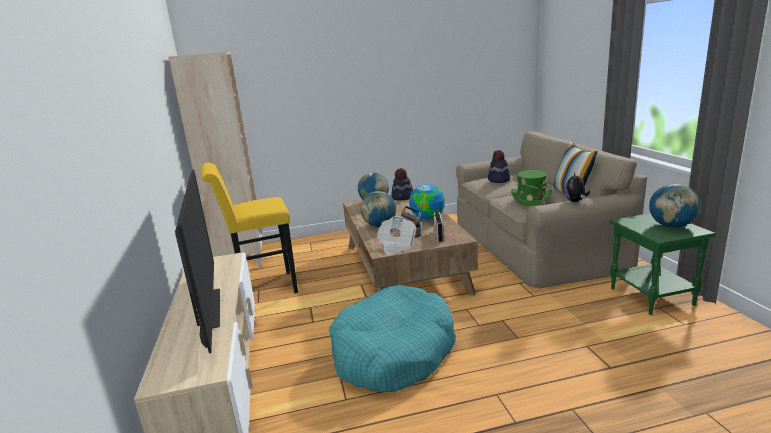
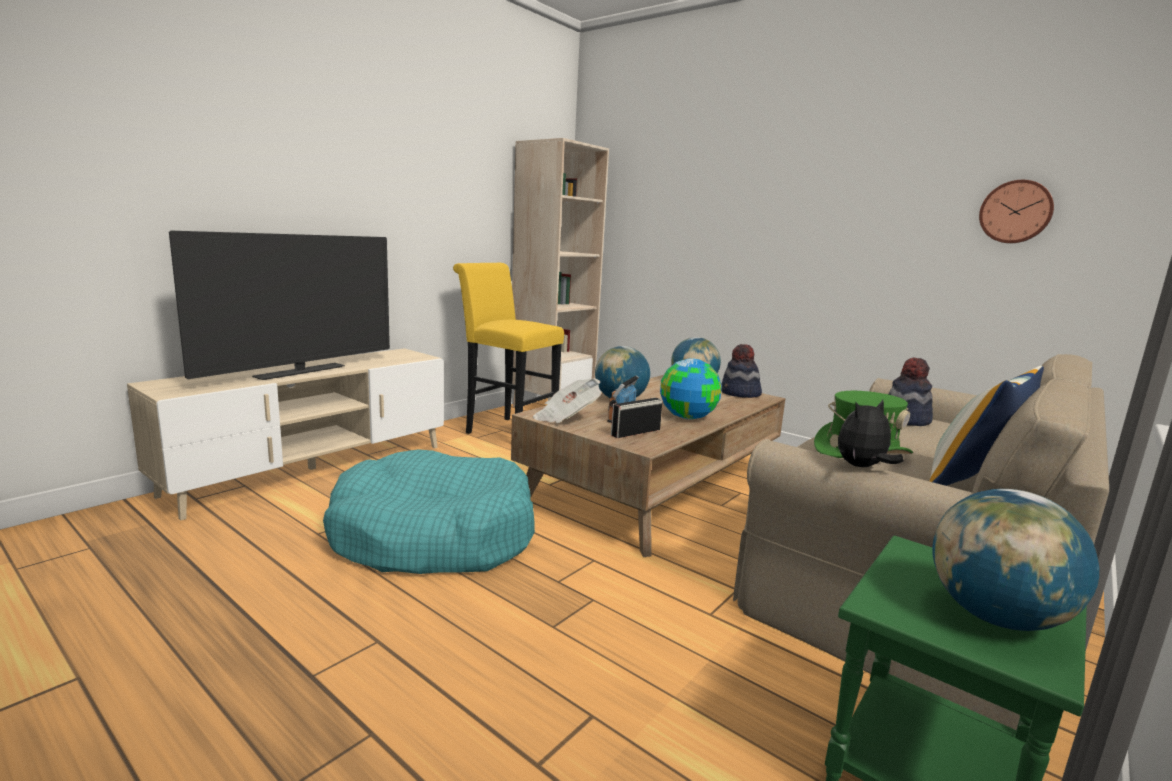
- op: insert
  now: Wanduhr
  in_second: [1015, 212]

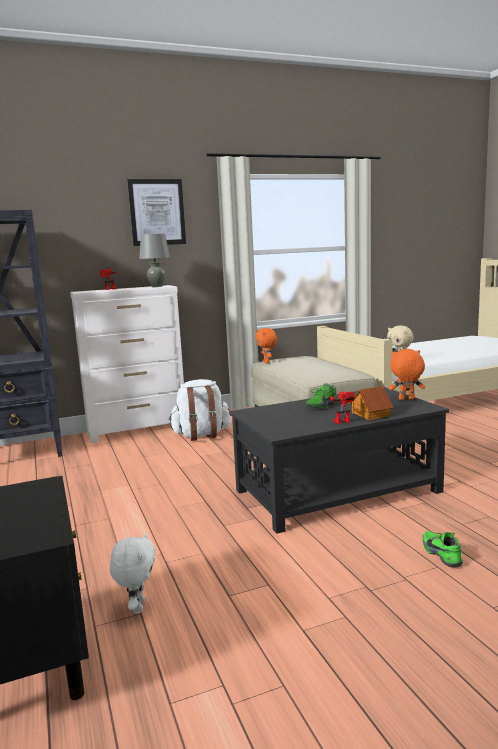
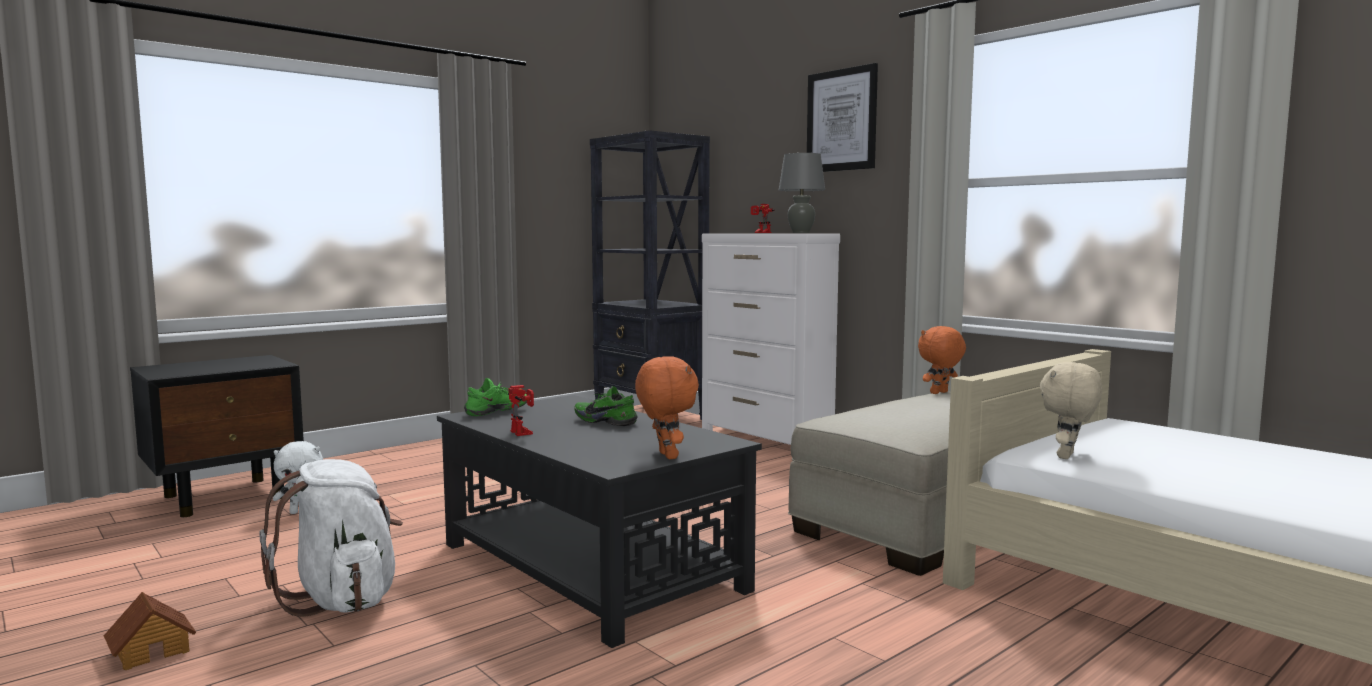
- op: move
  was: Rucksack/weiß
  in_first: [201, 435]
  in_second: [342, 599]
- op: move
  was: Spielzeughaus
  in_first: [370, 414]
  in_second: [152, 650]
- op: move
  was: Schuh/grün
  in_first: [443, 554]
  in_second: [498, 412]

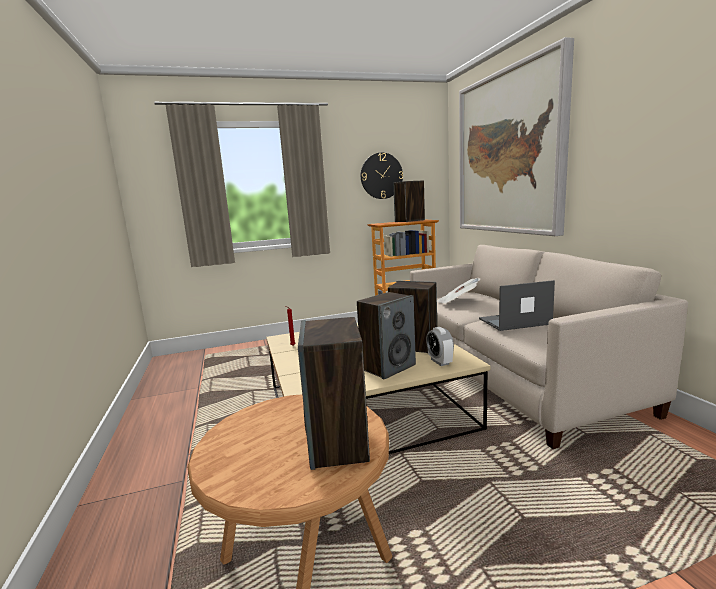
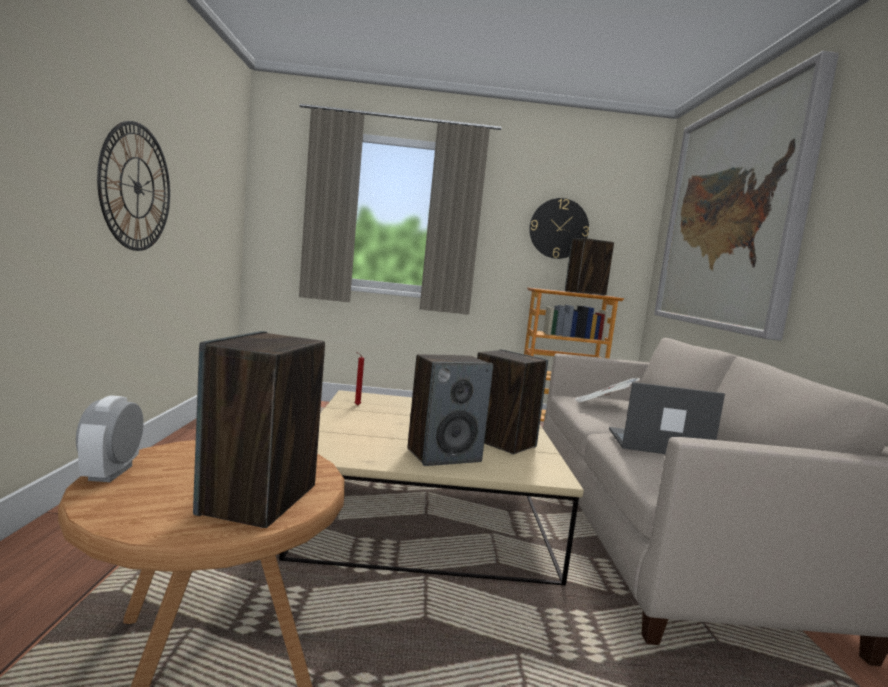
- op: move
  was: Wecker
  in_first: [440, 362]
  in_second: [111, 473]
- op: insert
  now: Wanduhr
  in_second: [137, 188]

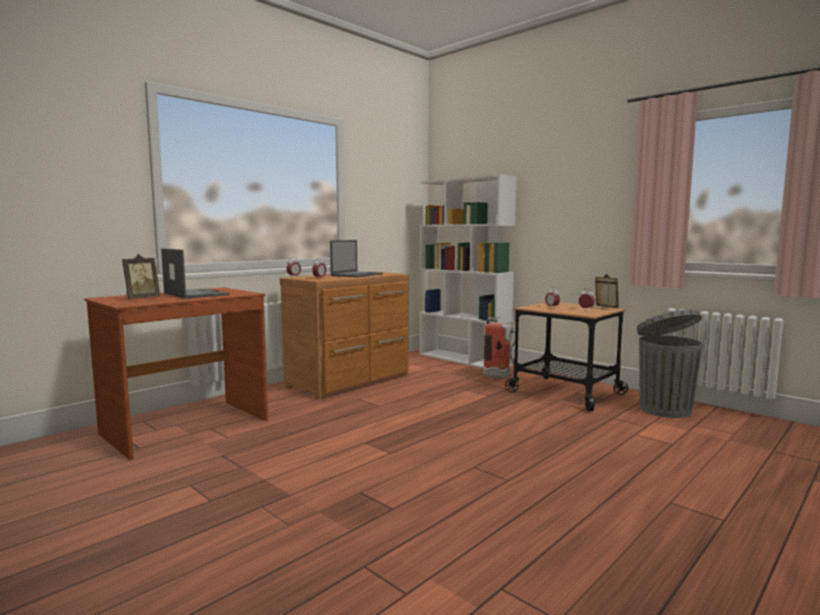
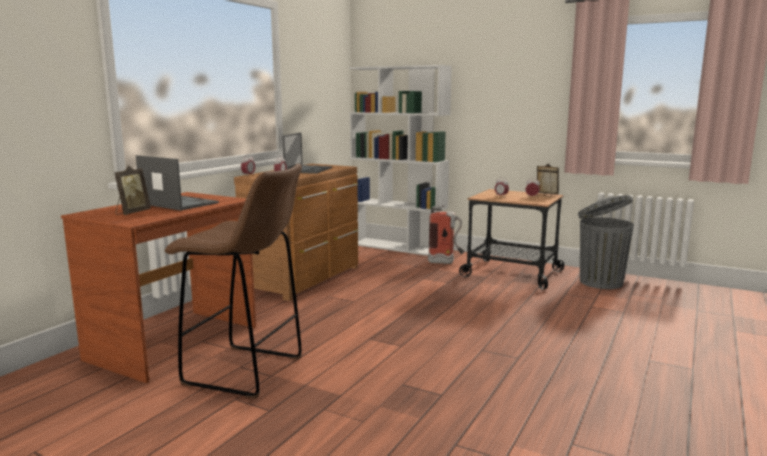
- op: insert
  now: Hocker/braun
  in_second: [247, 371]

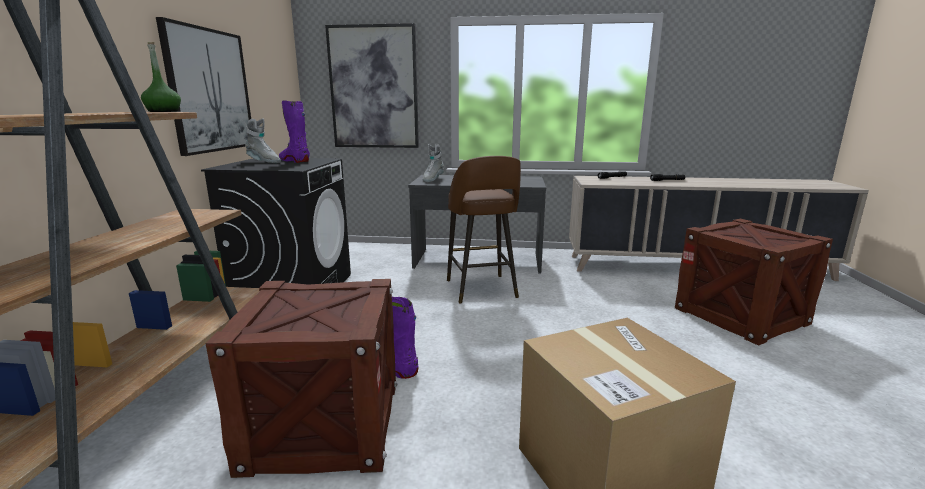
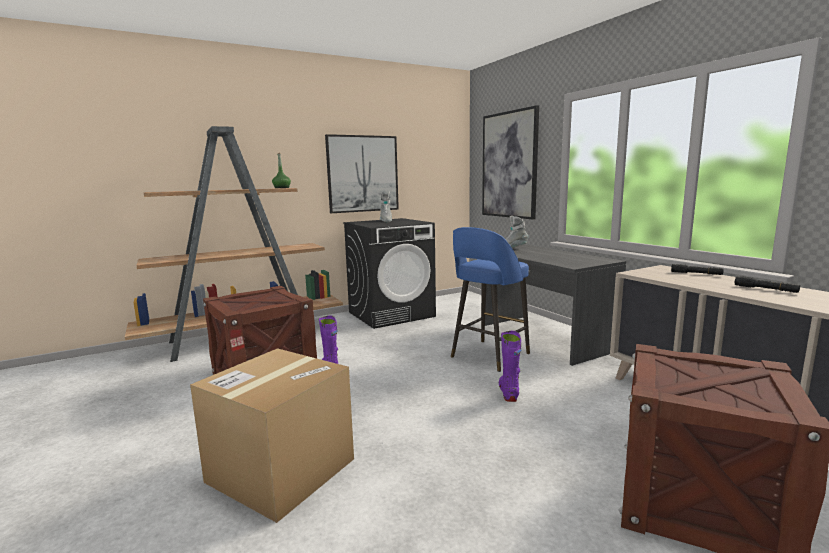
- op: move
  was: Stiefel/lila
  in_first: [294, 161]
  in_second: [508, 392]
- op: recolor
  was: Hocker/braun
  now: Hocker/blau
  in_first: [481, 290]
  in_second: [488, 356]

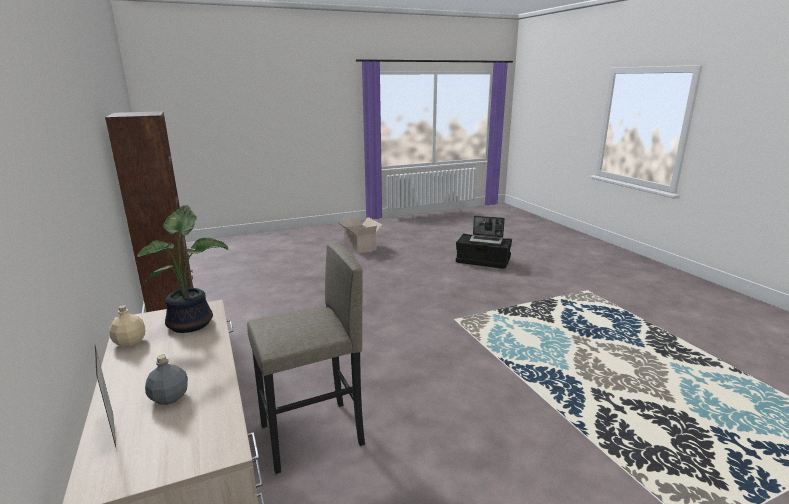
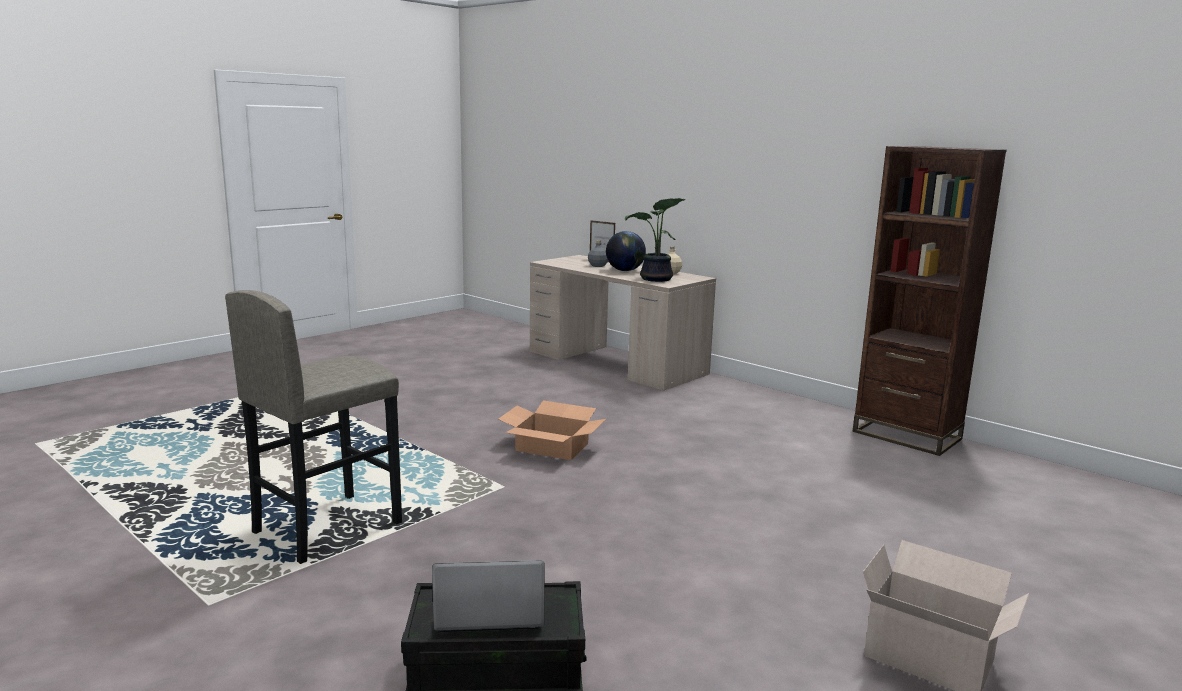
- op: move
  was: Hocker/grau
  in_first: [312, 435]
  in_second: [326, 528]
- op: insert
  now: Globus
  in_second: [625, 270]
- op: insert
  now: Karton
  in_second: [552, 447]

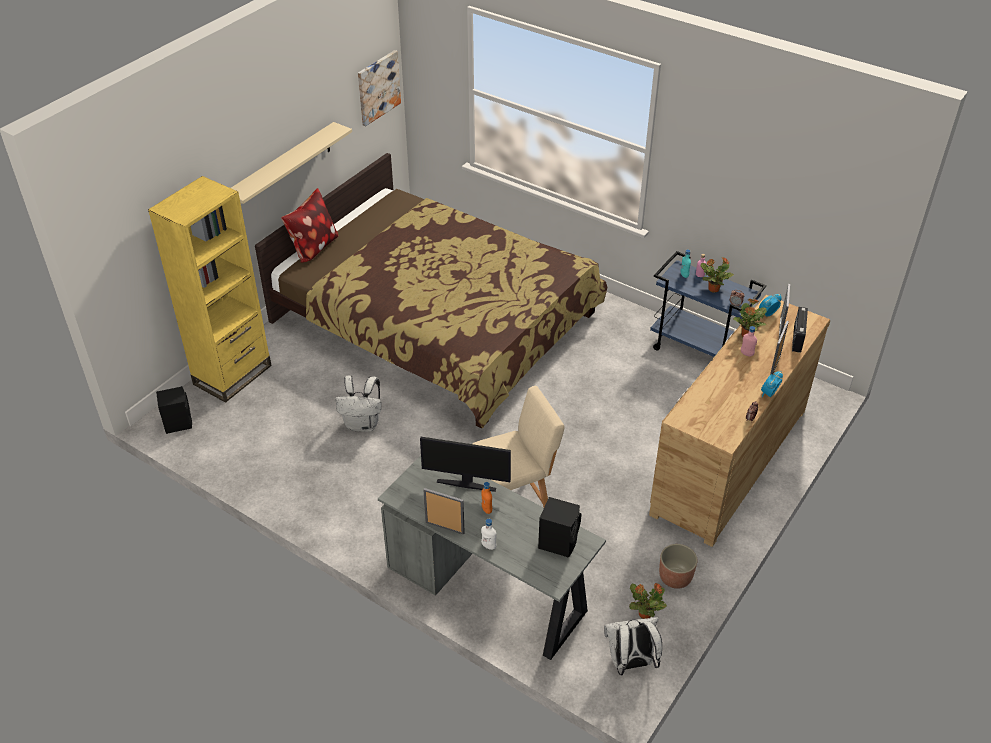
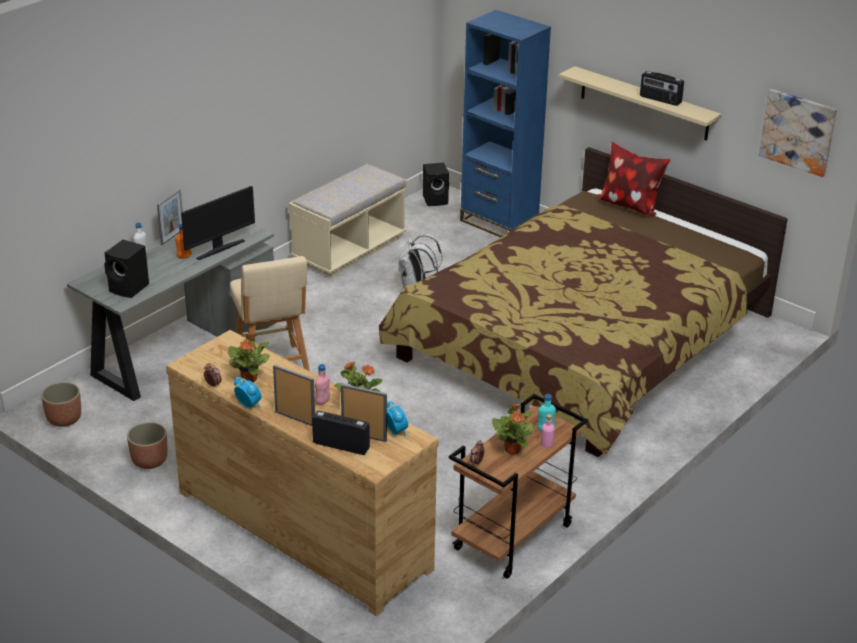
- op: recolor
  was: Bücherregal/gelb
  now: Bücherregal/blau
  in_first: [233, 375]
  in_second: [499, 223]
- op: recolor
  was: Rollwagen/blau
  now: Rollwagen/braun
  in_first: [698, 350]
  in_second: [513, 538]
- op: rotate
  was: Monitor
  in_first: [466, 484]
  in_second: [219, 249]
  clockwise: -150
- op: move
  was: Topfpflanze
  in_first: [644, 614]
  in_second: [249, 378]
- op: replace
  was: Rucksack/weiß
  now: Pflanzkübel
  in_first: [630, 663]
  in_second: [64, 419]
- op: insert
  now: Radio
  in_second: [660, 100]
- op: insert
  now: Bank/beige
  in_second: [349, 250]

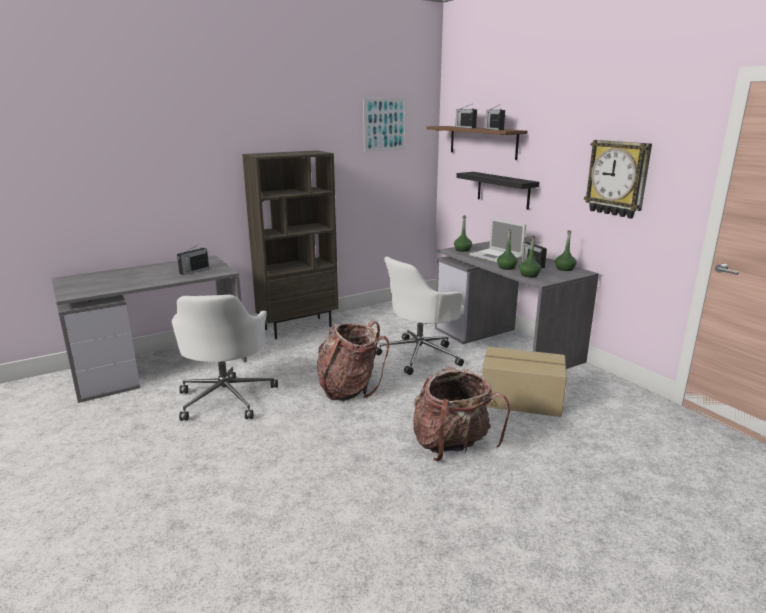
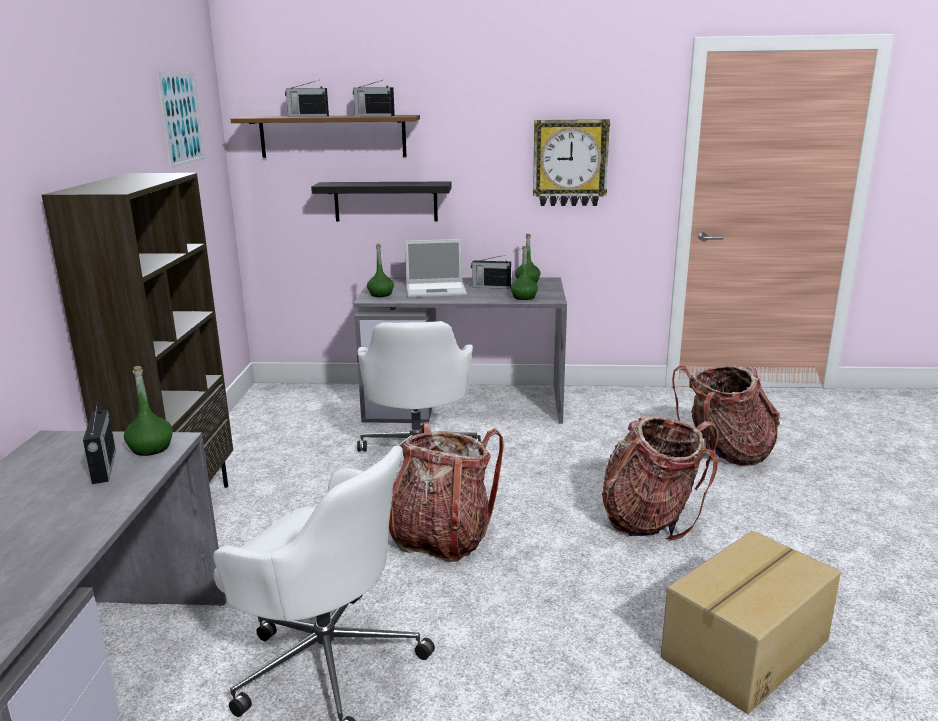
- op: move
  was: Flasche/grün
  in_first: [506, 267]
  in_second: [151, 448]
- op: move
  was: Karton
  in_first: [520, 399]
  in_second: [743, 648]
- op: insert
  now: Rucksack
  in_second: [724, 453]

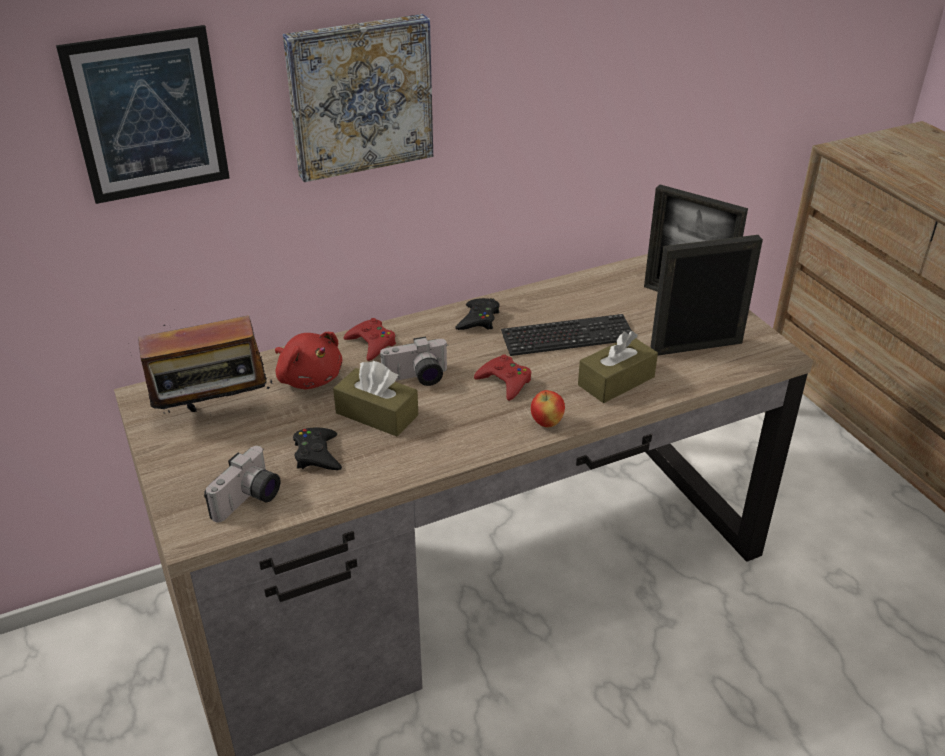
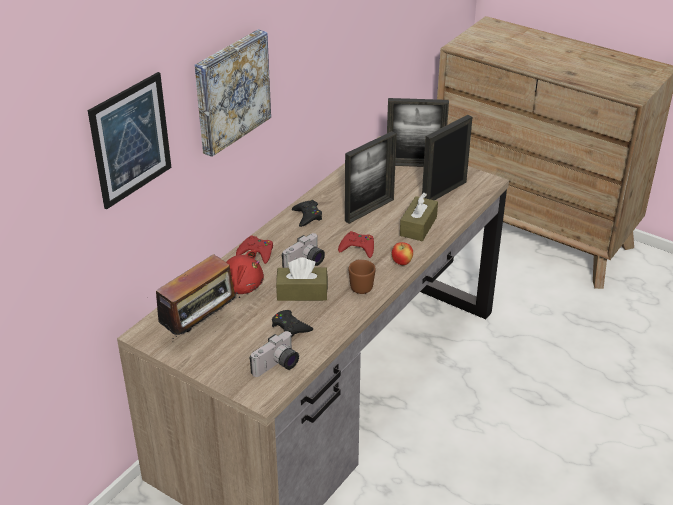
- op: replace
  was: Tastatur
  now: Bilderrahmen
  in_first: [567, 337]
  in_second: [369, 210]
- op: rotate
  was: Kamera
  in_first: [249, 501]
  in_second: [277, 366]
  clockwise: 45
- op: insert
  now: Henkelbecher/braun
  in_second: [360, 285]

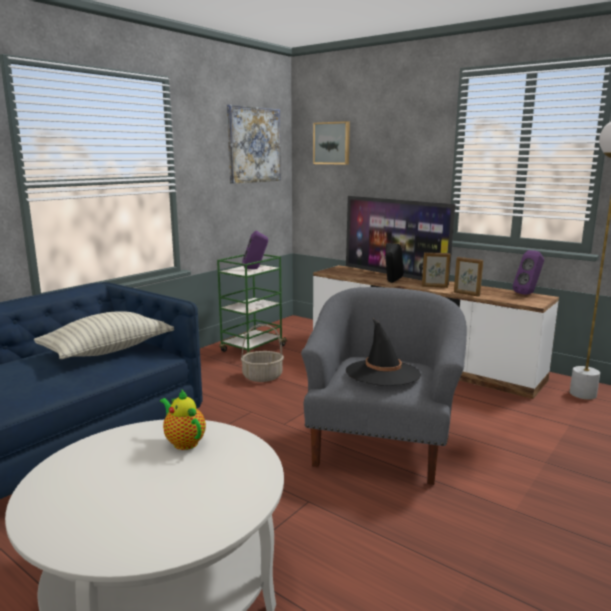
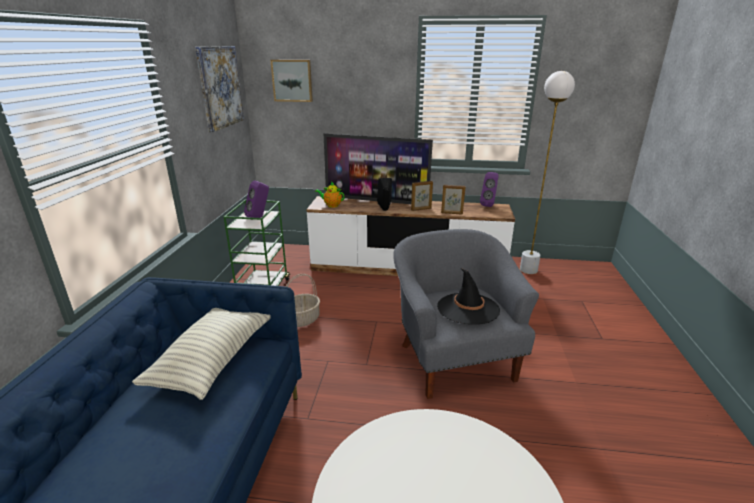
- op: move
  was: Teekanne
  in_first: [184, 442]
  in_second: [331, 205]

